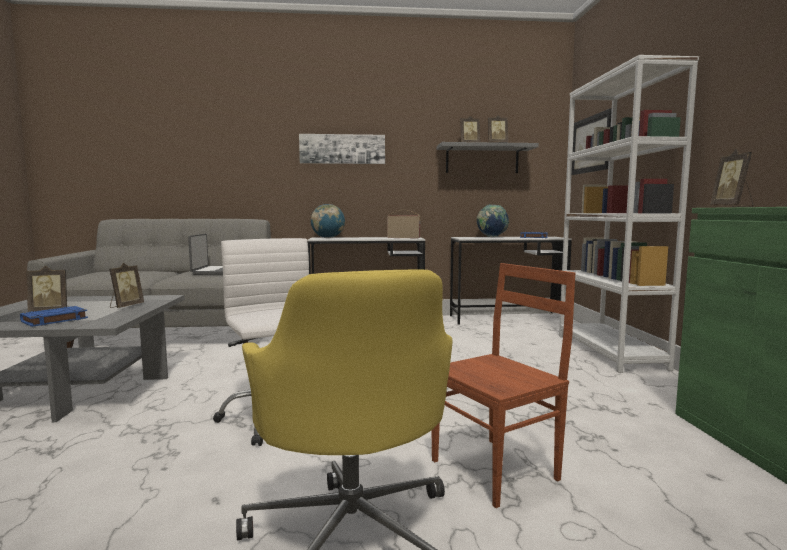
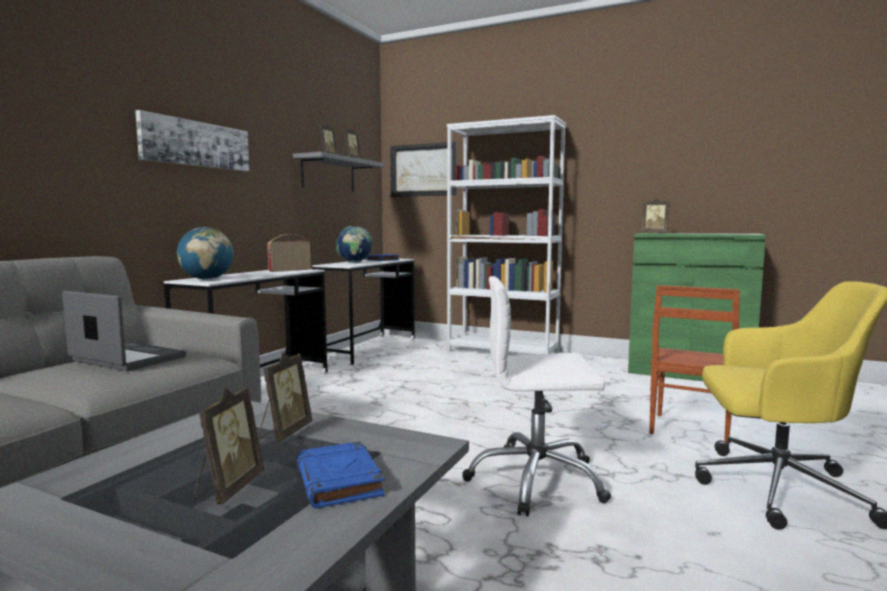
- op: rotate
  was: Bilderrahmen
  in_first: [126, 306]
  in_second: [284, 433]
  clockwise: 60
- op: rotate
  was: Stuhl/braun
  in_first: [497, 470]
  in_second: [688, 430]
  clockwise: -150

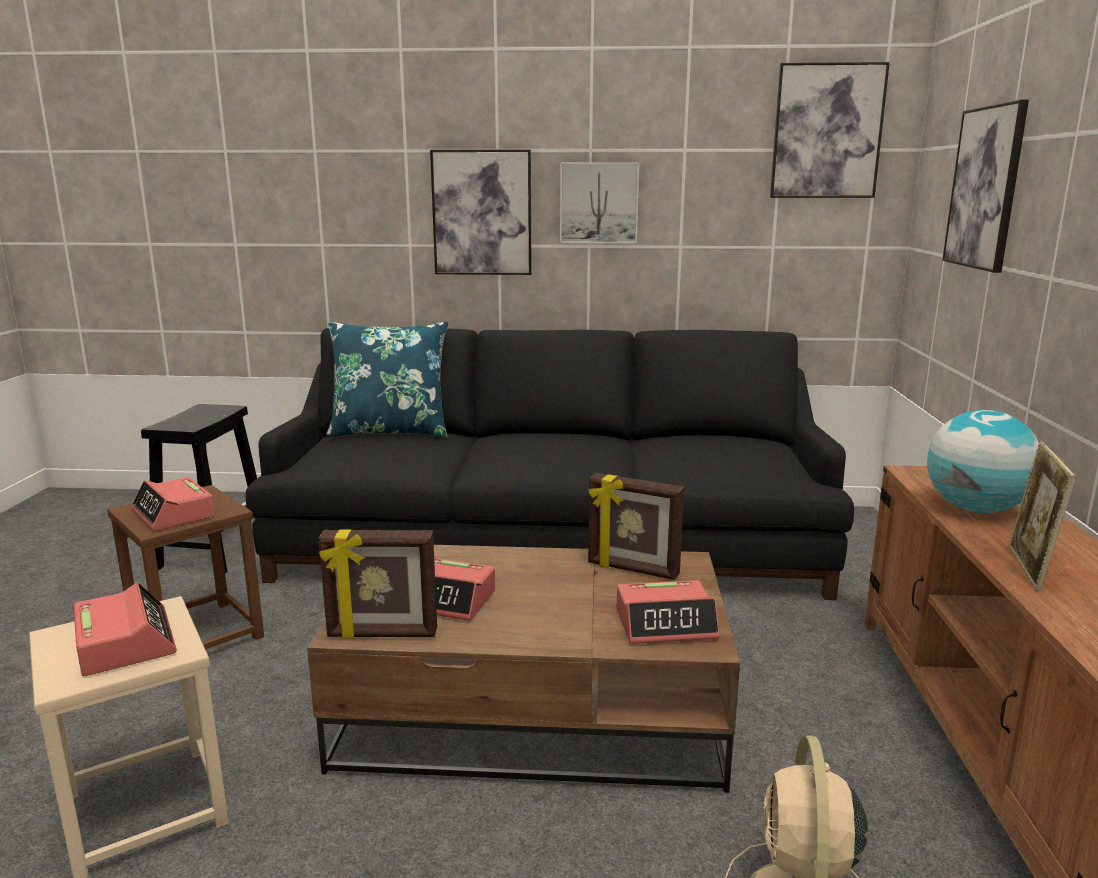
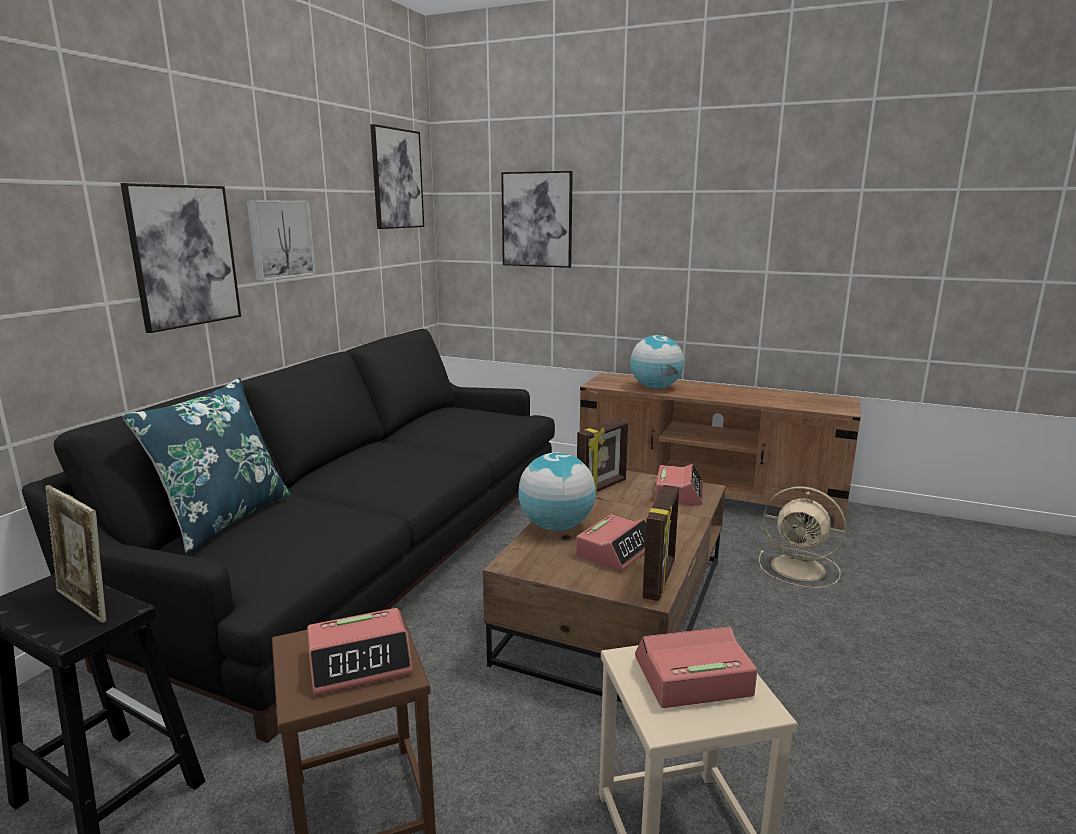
- op: move
  was: Bilderrahmen
  in_first: [1029, 569]
  in_second: [86, 604]
- op: insert
  now: Globus
  in_second: [556, 526]

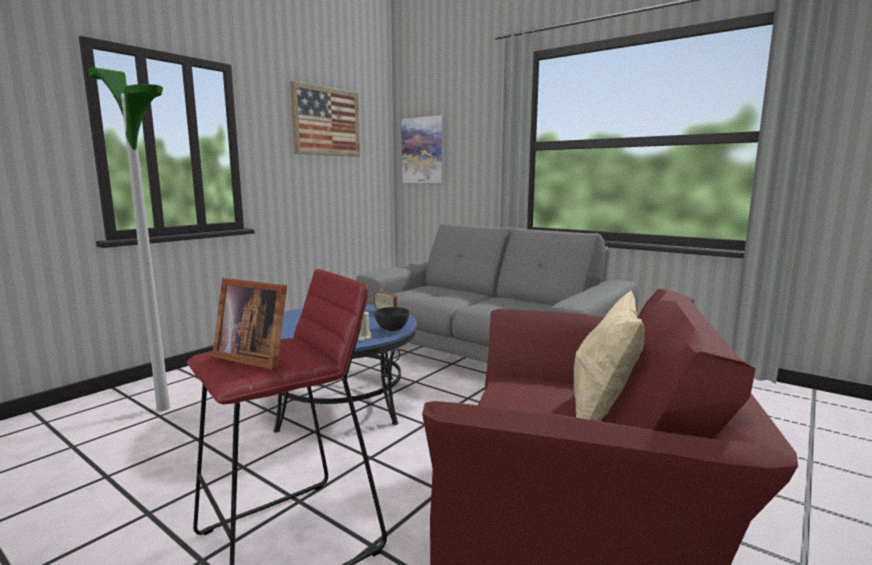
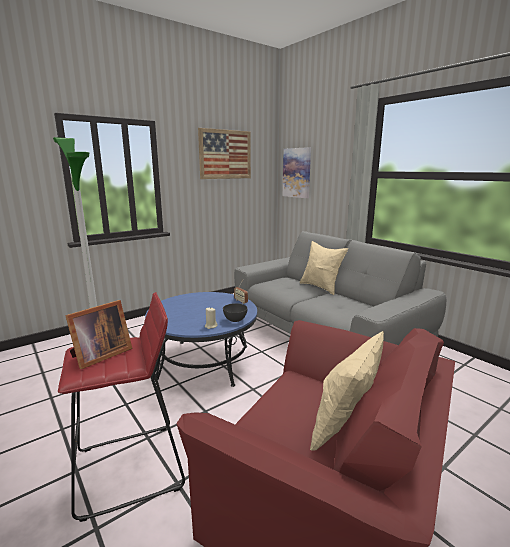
- op: rotate
  was: Bilderrahmen
  in_first: [254, 357]
  in_second: [99, 355]
  clockwise: -90
- op: insert
  now: Kissen/beige
  in_second: [321, 287]

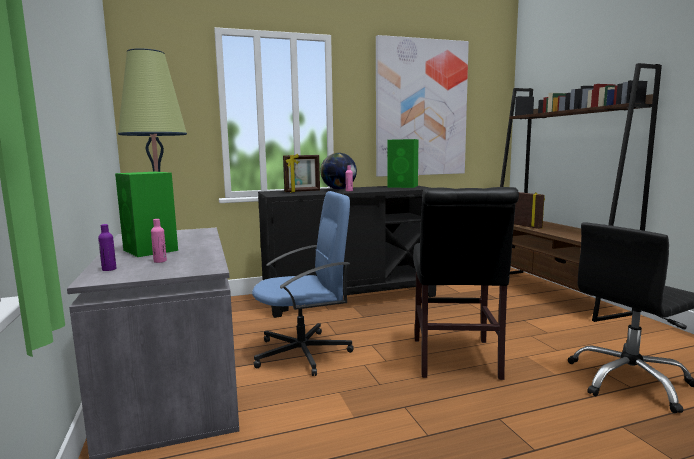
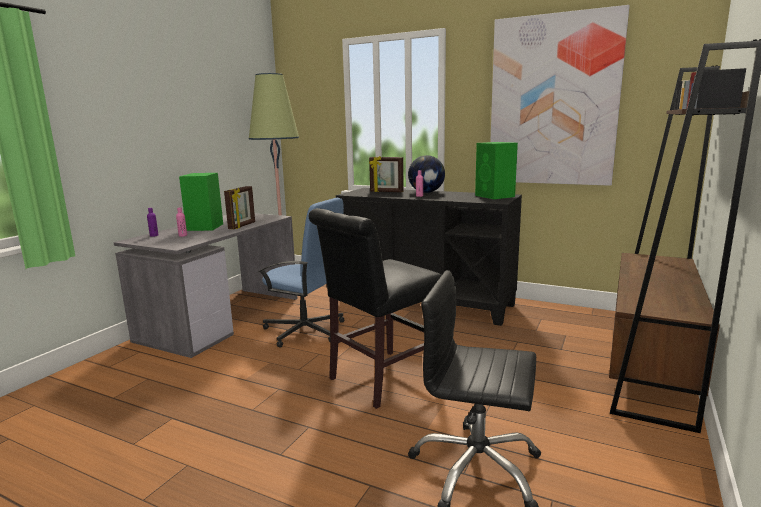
- op: move
  was: Bilderrahmen
  in_first: [527, 226]
  in_second: [242, 226]

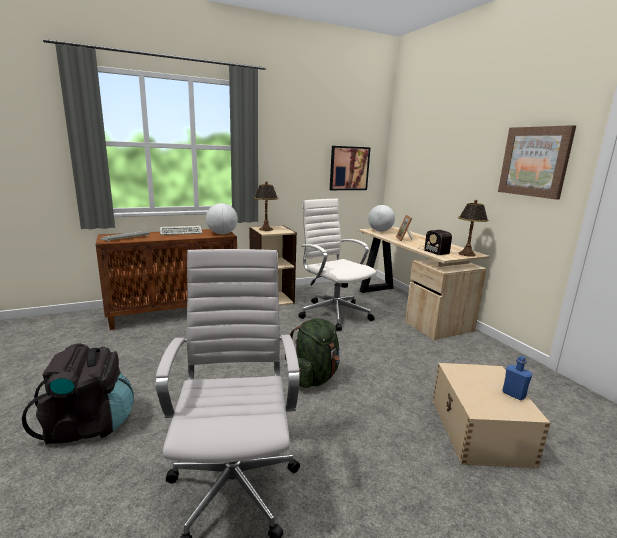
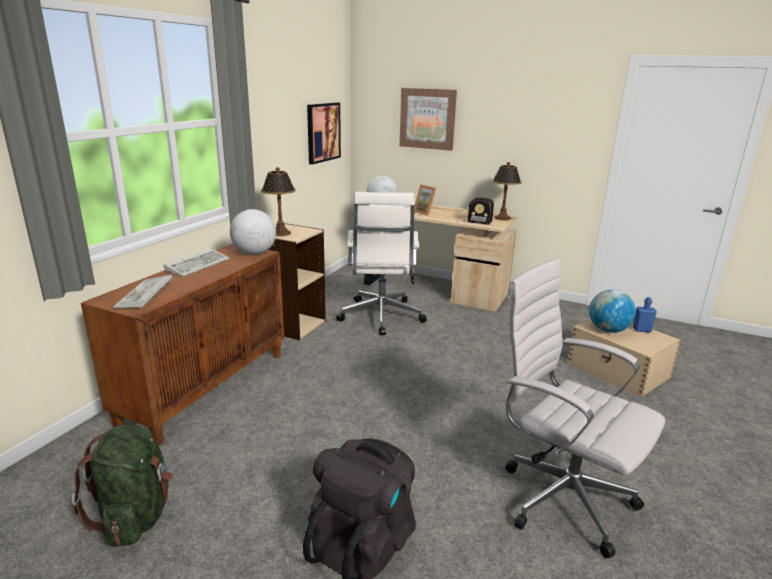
- op: move
  was: Bild
  in_first: [535, 161]
  in_second: [427, 118]
- op: rotate
  was: Bürostuhl/weiß
  in_first: [334, 313]
  in_second: [381, 317]
  clockwise: -105
- op: move
  was: Rucksack/grün
  in_first: [314, 377]
  in_second: [135, 516]
- op: insert
  now: Globus
  in_second: [608, 330]

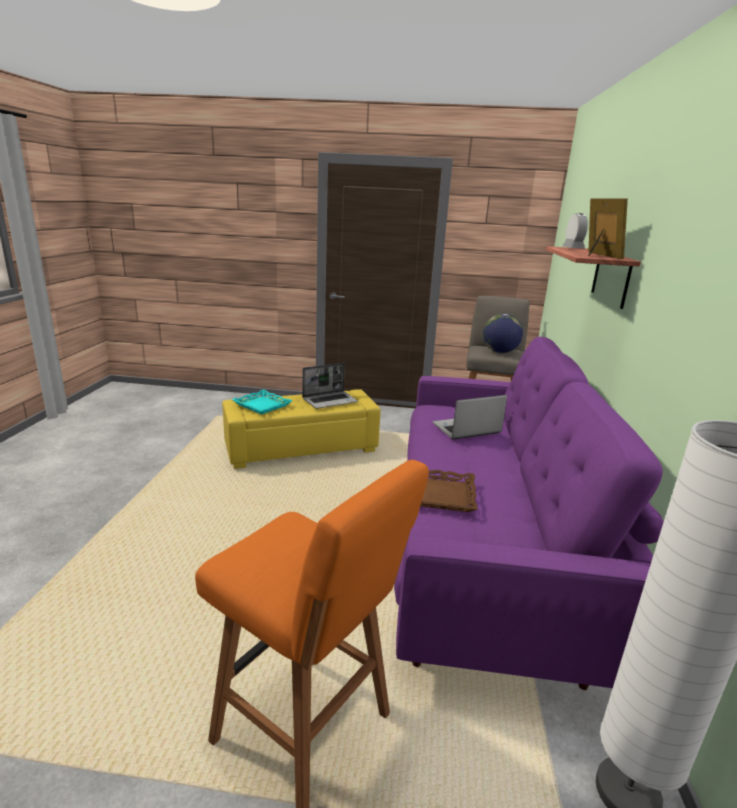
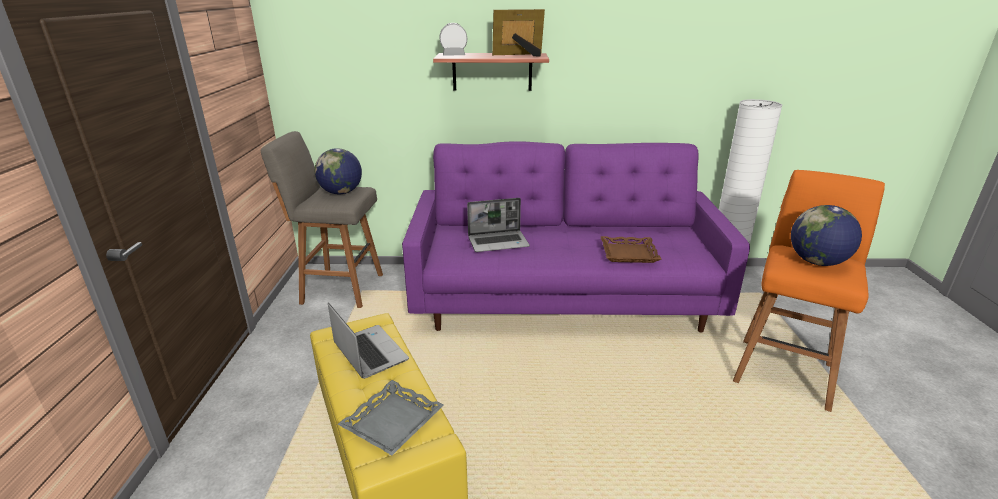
- op: recolor
  was: Tablett/türkis
  now: Tablett/grau
  in_first: [262, 405]
  in_second: [393, 422]
- op: rotate
  was: Laptop
  in_first: [466, 429]
  in_second: [499, 242]
  clockwise: -75
- op: insert
  now: Globus
  in_second: [817, 262]

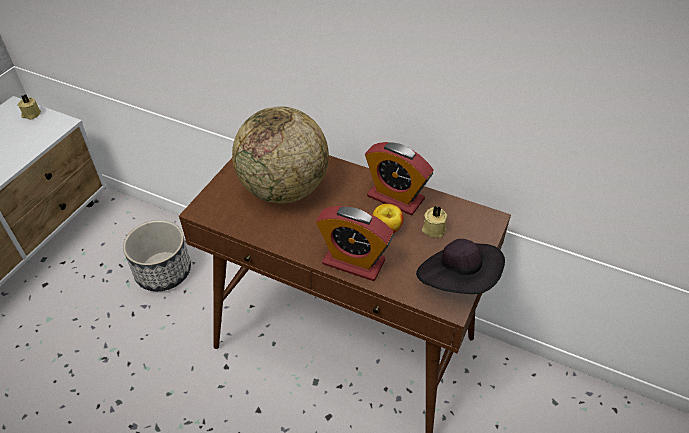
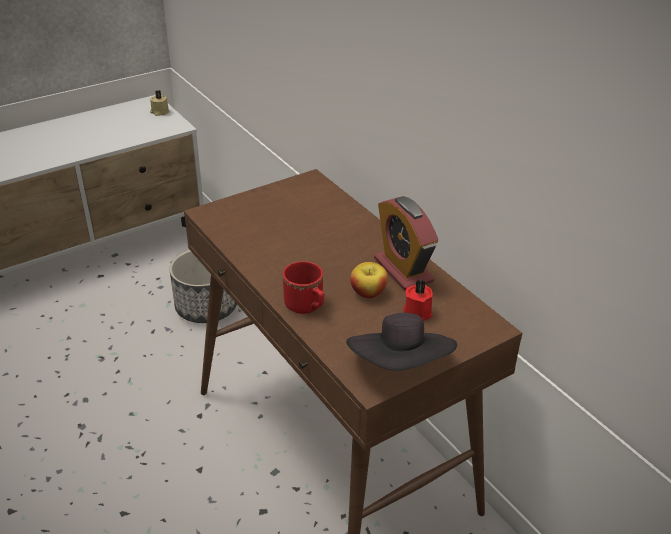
- op: delete
  was: Globus
  in_first: [284, 189]
- op: replace
  was: Wecker
  now: Henkelbecher/rot
  in_first: [353, 262]
  in_second: [306, 307]
- op: recolor
  was: Kerze/beige
  now: Kerze/rot
  in_first: [433, 228]
  in_second: [418, 311]

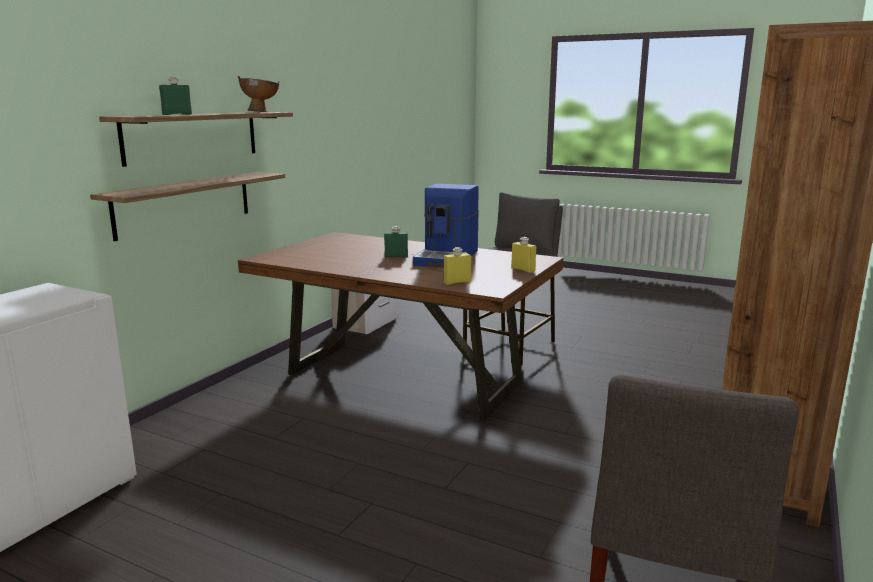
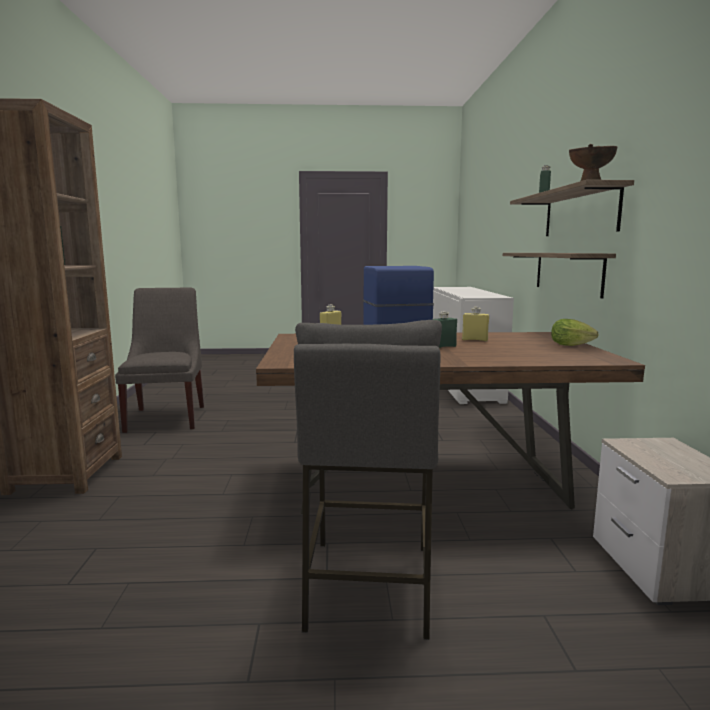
- op: move
  was: Flasche/gelb
  in_first: [523, 270]
  in_second: [475, 340]
- op: insert
  now: Salatkopf
  in_second: [573, 346]

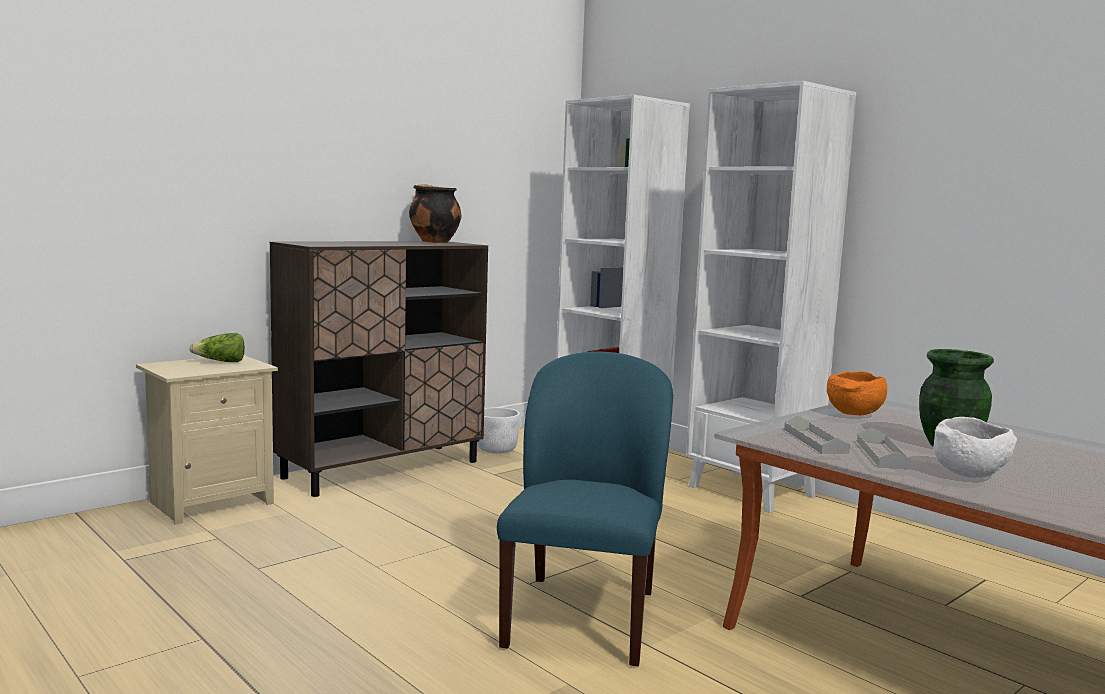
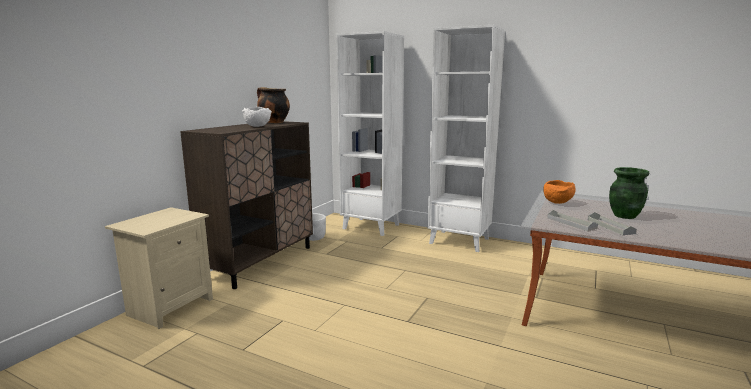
- op: delete
  was: Salatkopf
  in_first: [221, 362]
- op: delete
  was: Stuhl/blau
  in_first: [582, 617]
- op: move
  was: Schüssel/weiß
  in_first: [969, 475]
  in_second: [258, 126]

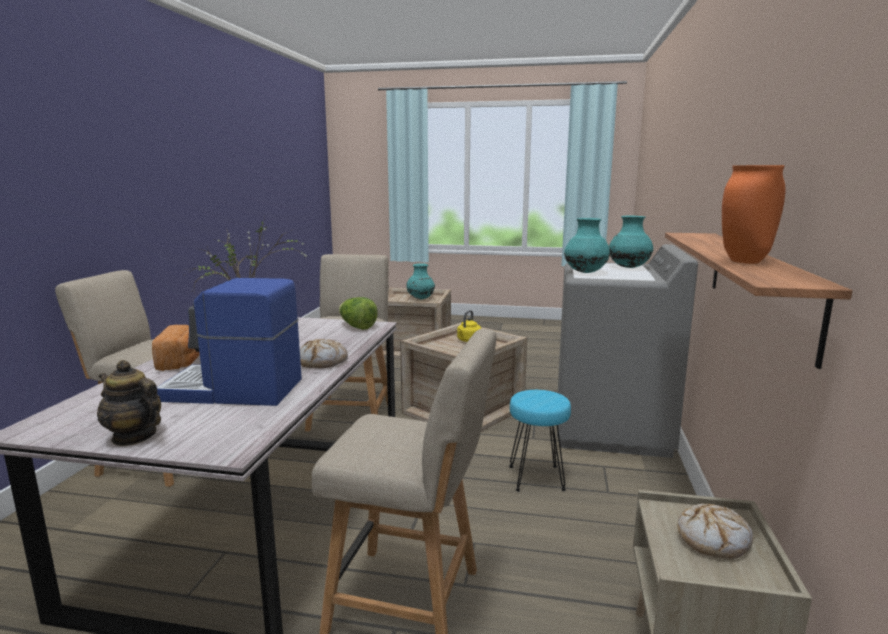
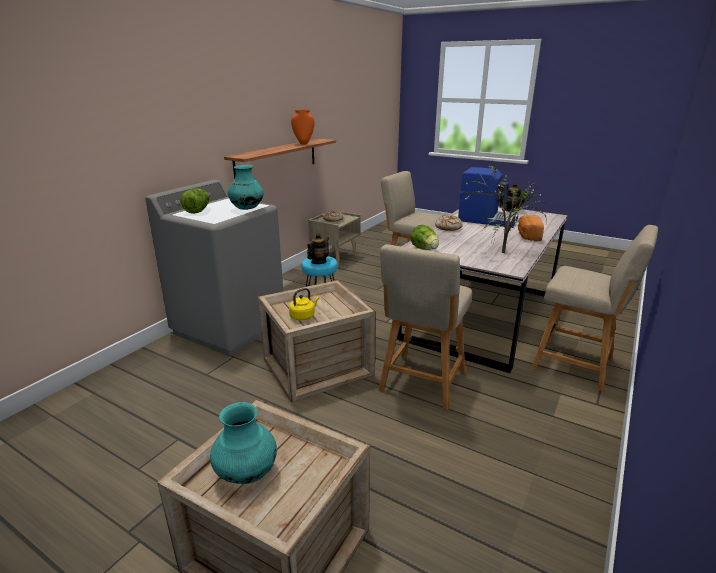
- op: replace
  was: Vase/türkis
  now: Salatkopf
  in_first: [629, 267]
  in_second: [198, 211]
- op: insert
  now: Teekanne
  in_second: [318, 262]

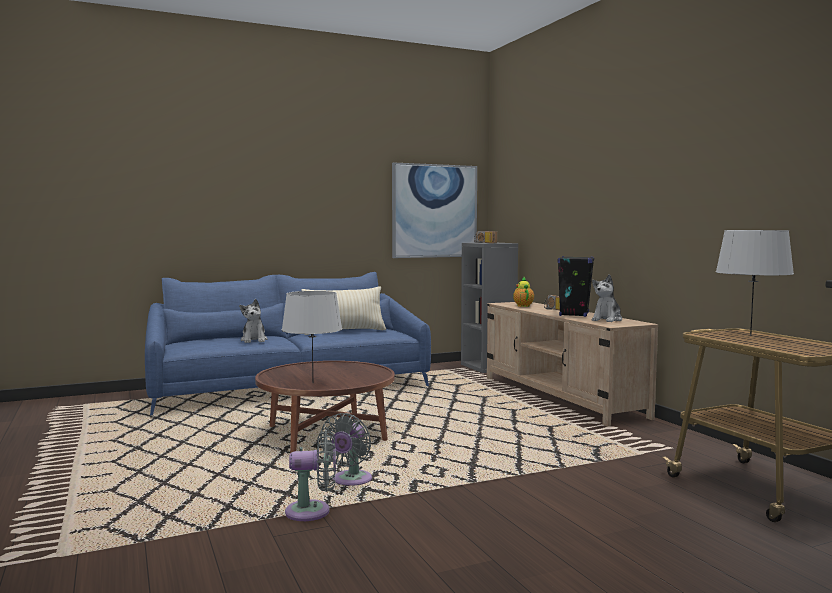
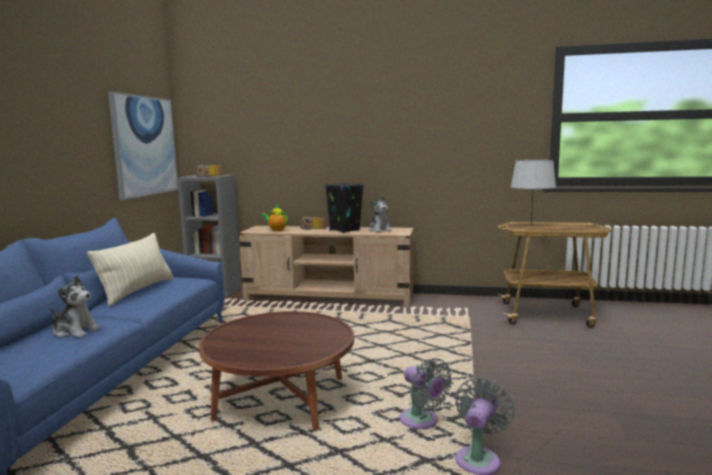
- op: delete
  was: Tischlampe/grau
  in_first: [313, 383]

